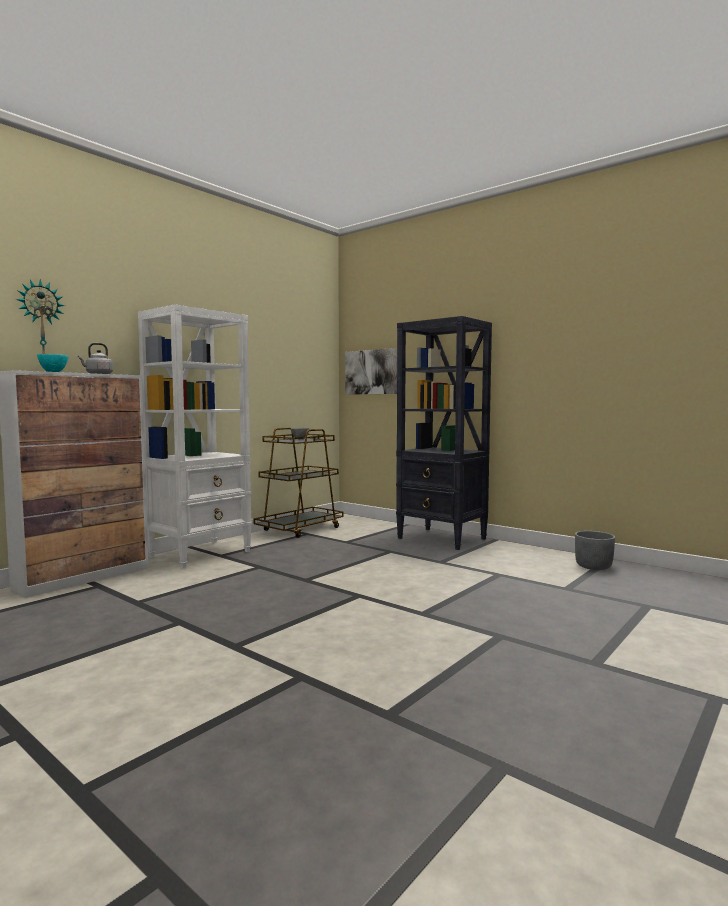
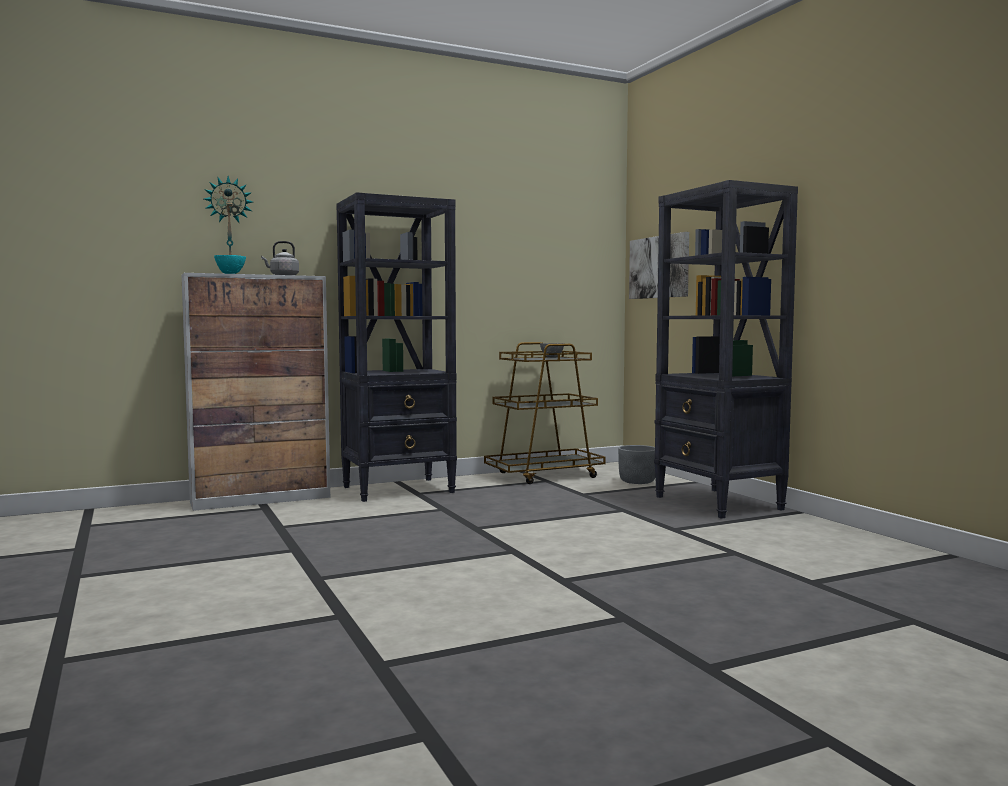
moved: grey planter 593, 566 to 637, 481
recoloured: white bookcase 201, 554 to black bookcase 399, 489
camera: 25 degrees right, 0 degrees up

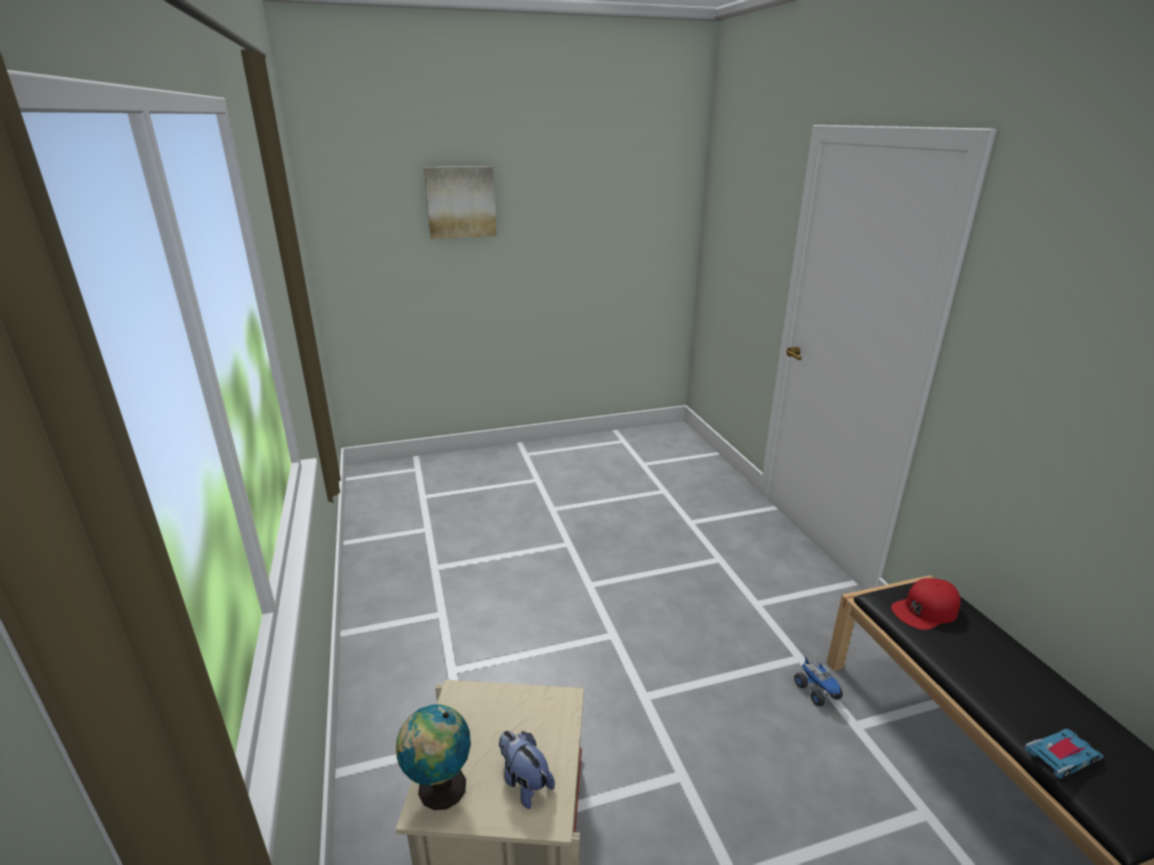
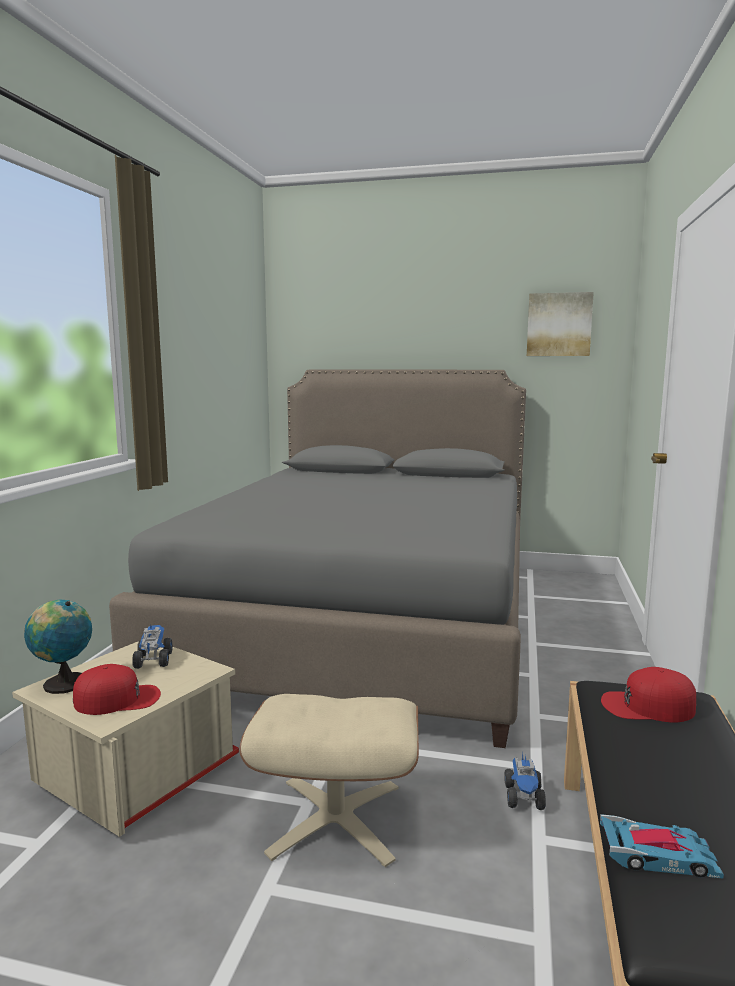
added: grey bed 366, 619; toy truck 153, 660; beige ottoman 335, 819
moved: picture 460, 202 to 559, 324
replaced: plush toy 524, 782 to red cap 118, 699
camera: 30 degrees right, 15 degrees down

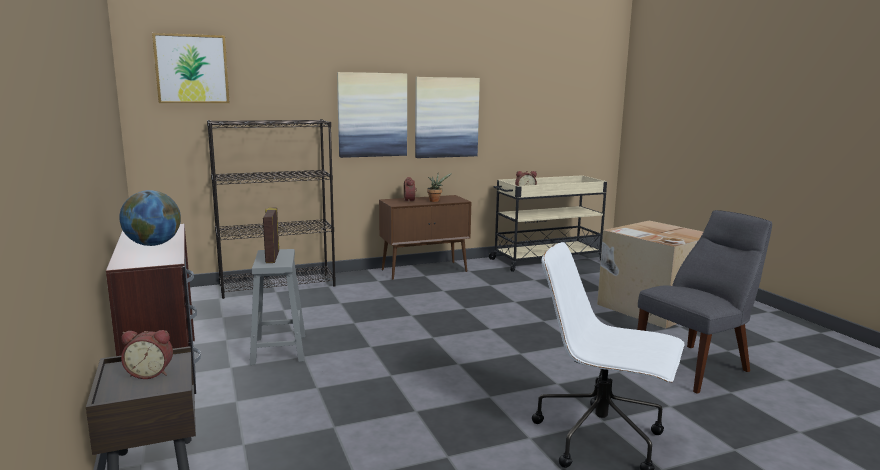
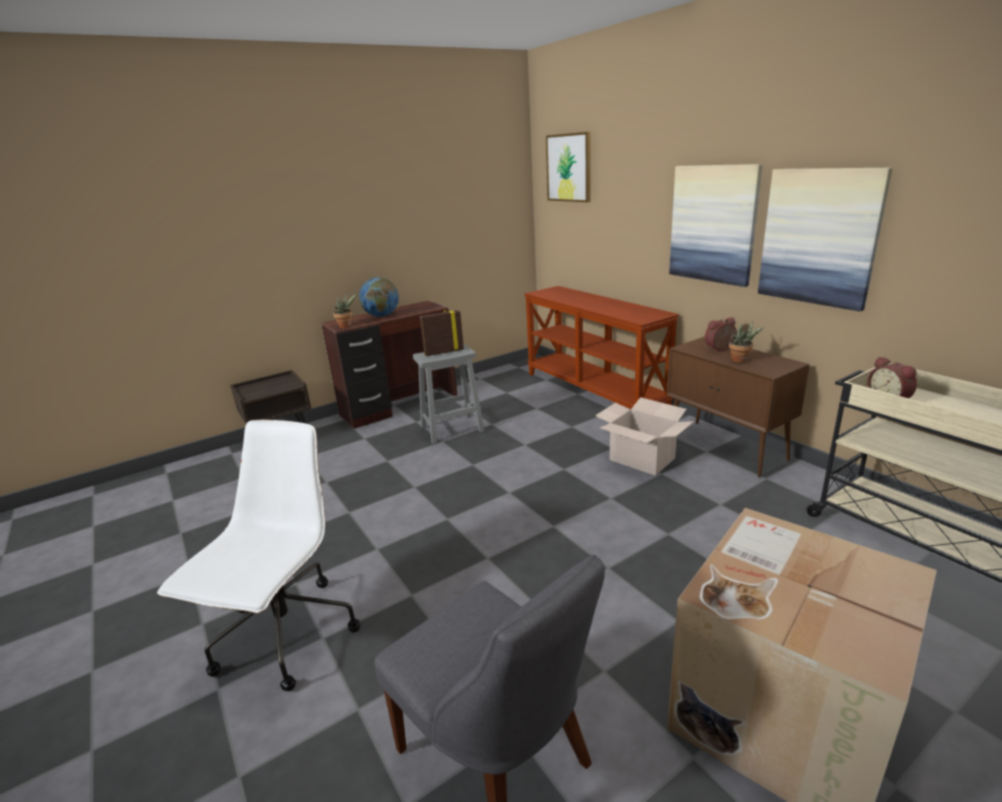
removed: alarm clock 150, 373
added: potted plant 347, 326; cardboard box 642, 459
replaced: black bookcase 278, 285 to brown console table 594, 390
camera: 80 degrees right, 10 degrees up

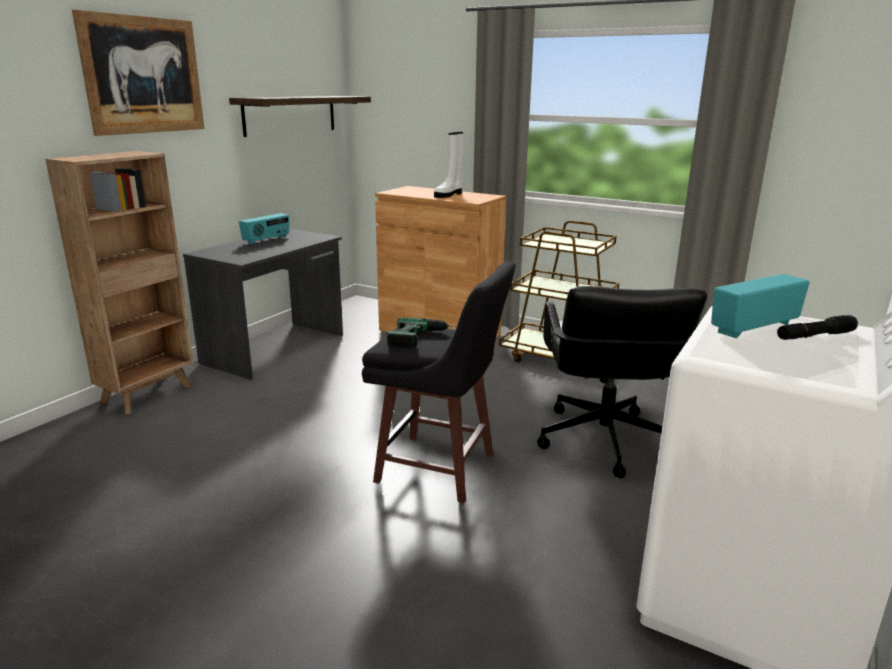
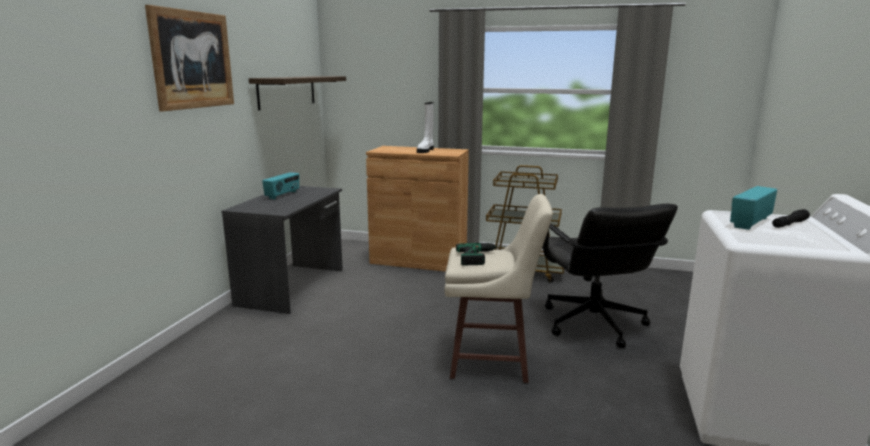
removed: brown bookcase 149, 393
recoloured: black stool 439, 469 to beige stool 492, 361
camera: 15 degrees left, 5 degrees down

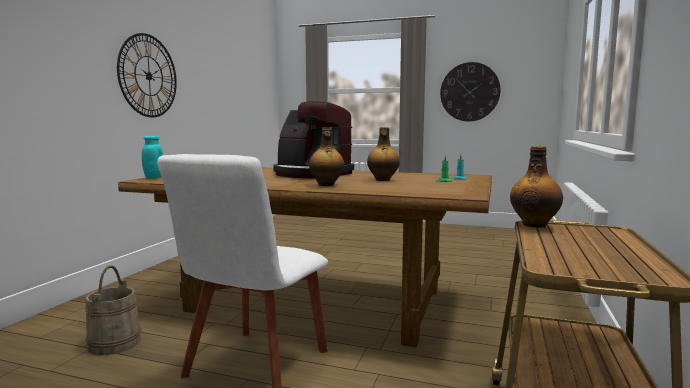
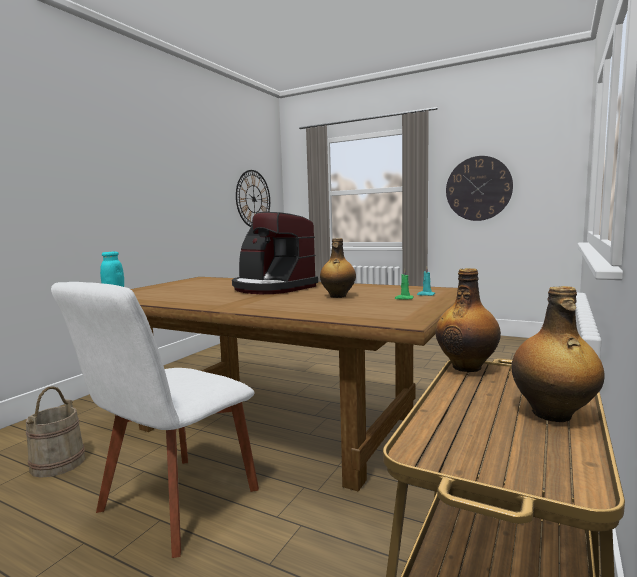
moved: wall clock 148, 76 to 253, 199; bottle 326, 185 to 552, 414
camera: 10 degrees right, 0 degrees up

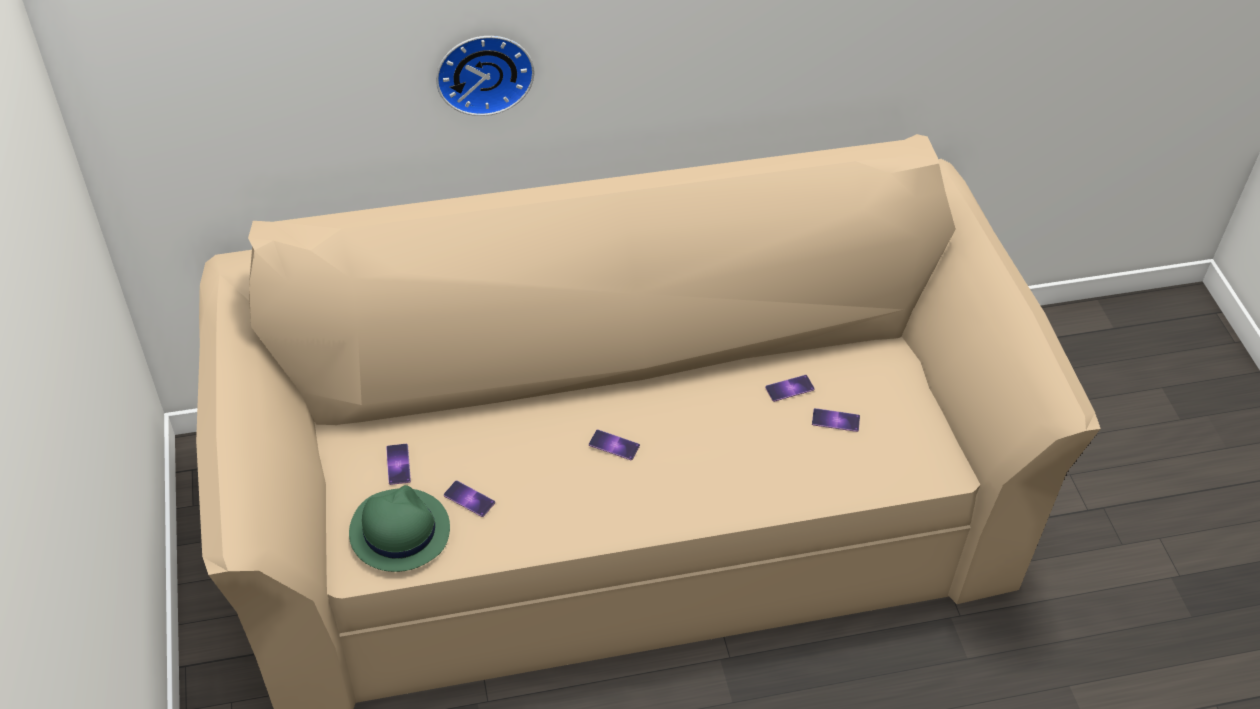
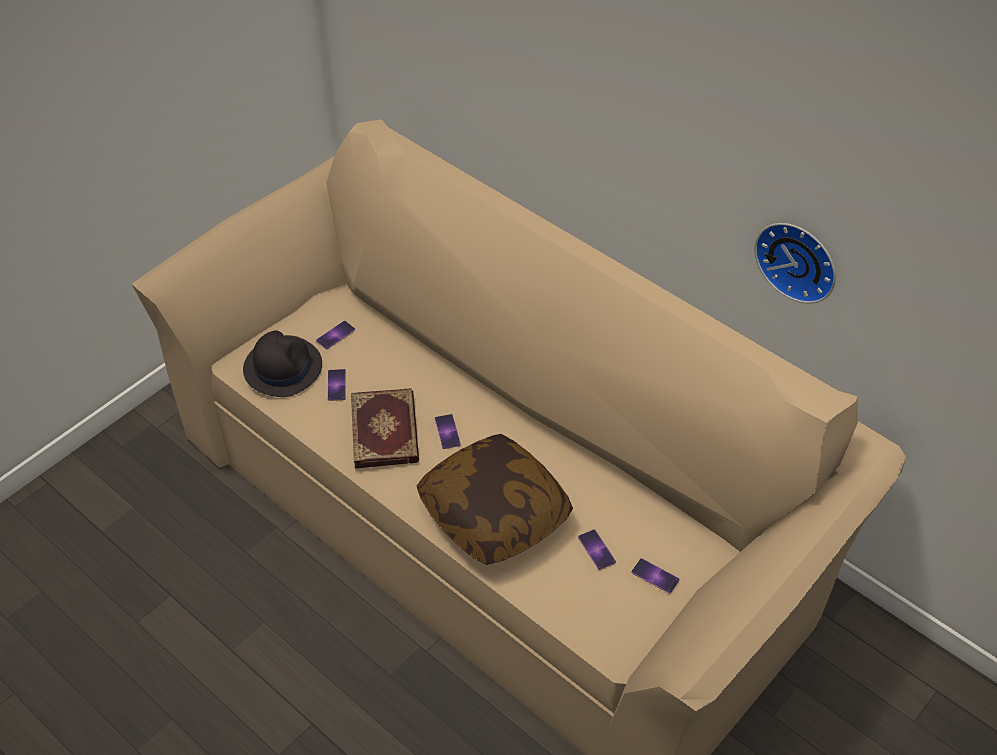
added: book 386, 430; pillow 494, 513
moved: wall clock 484, 71 to 798, 259; phone 789, 388 to 655, 576
recoloured: green hat 398, 530 to black hat 282, 367
camera: 55 degrees right, 0 degrees up

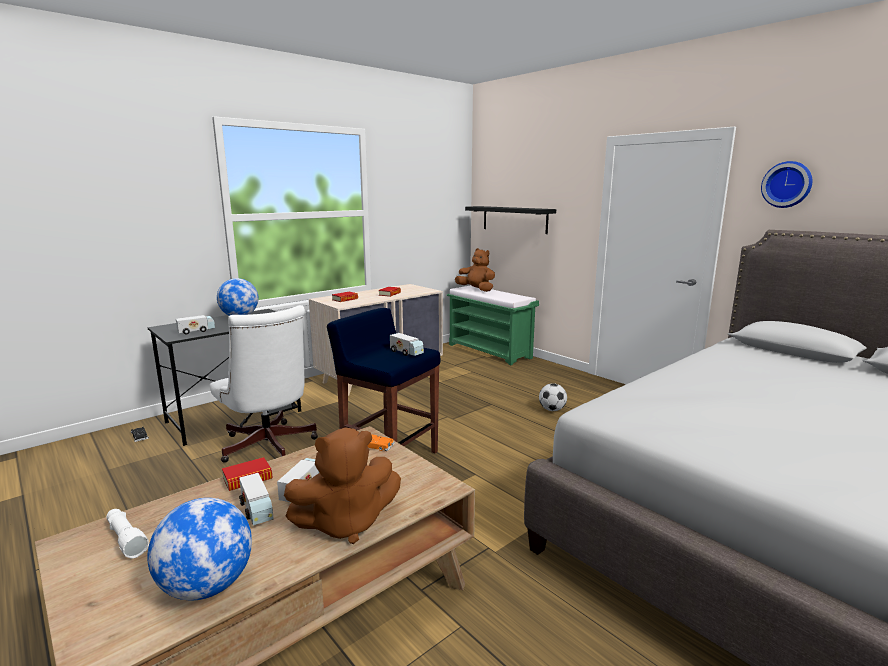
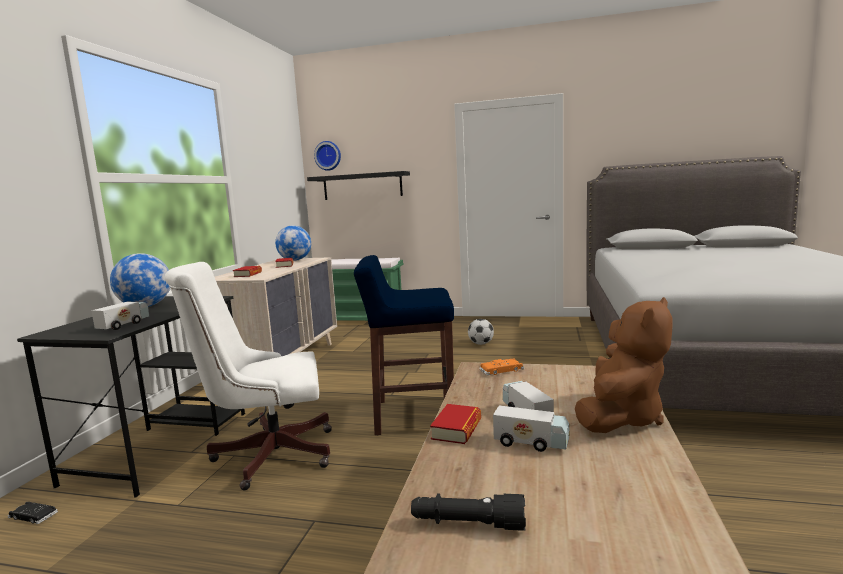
removed: brown plush toy 476, 290; toy truck 406, 353
moved: wall clock 787, 184 to 328, 156; globe 207, 586 to 295, 260
recoloured: white flashlight 125, 539 to black flashlight 468, 524
turned: white office chair 269, 447 = 267, 454 150 degrees clockwise
camera: 35 degrees left, 5 degrees down

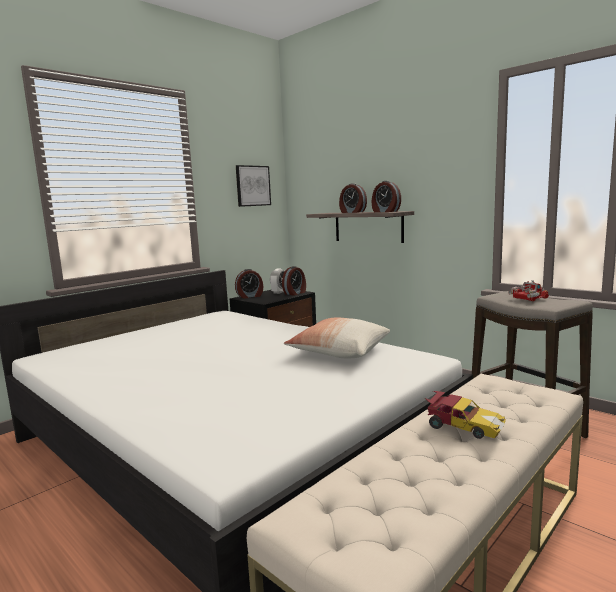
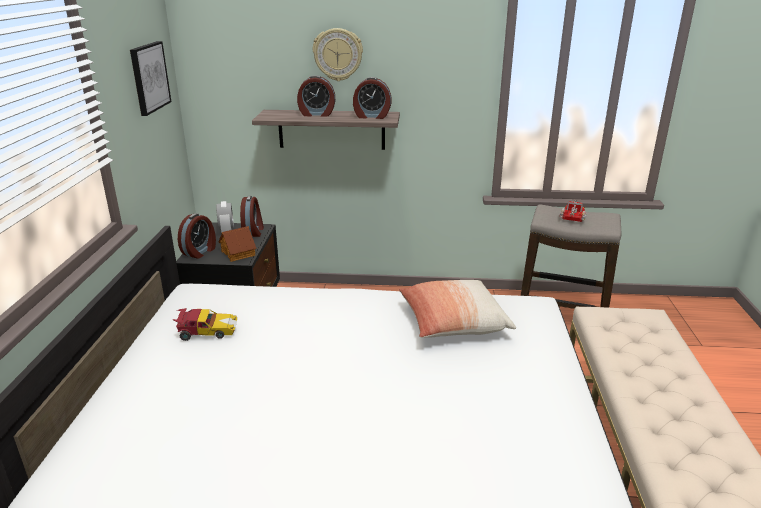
added: wall clock 338, 54; toy house 238, 253
moved: toy car 462, 427 to 206, 332
camera: 40 degrees left, 15 degrees up

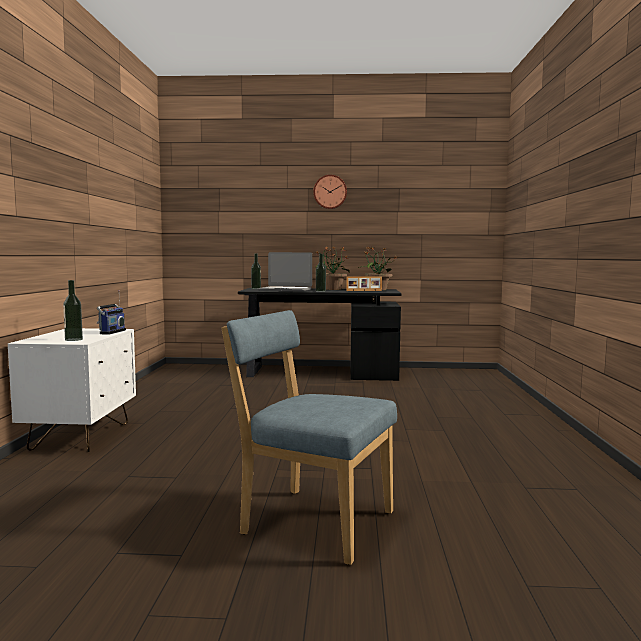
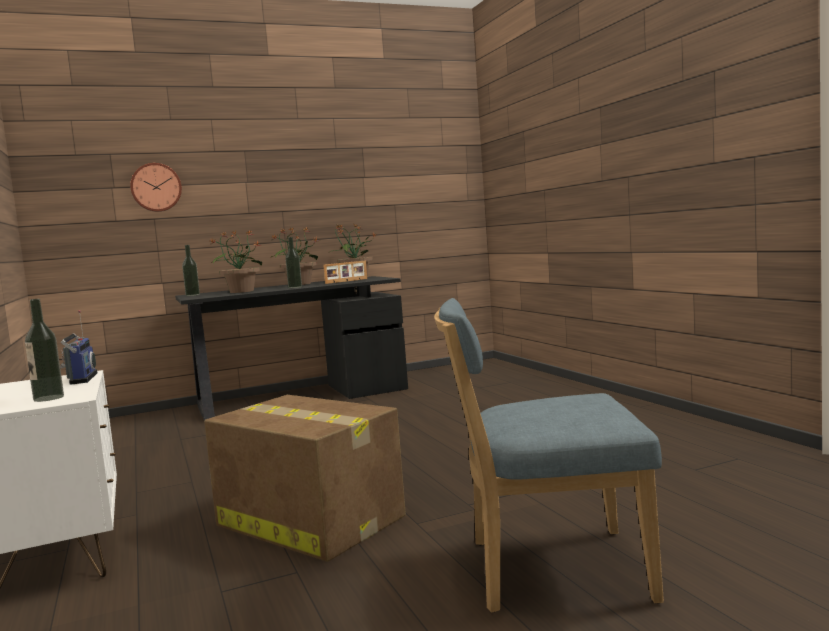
added: cardboard box 308, 520
moved: wall clock 330, 192 to 156, 187
replaced: laptop 285, 290 to potted plant 241, 291
camera: 25 degrees left, 0 degrees up

